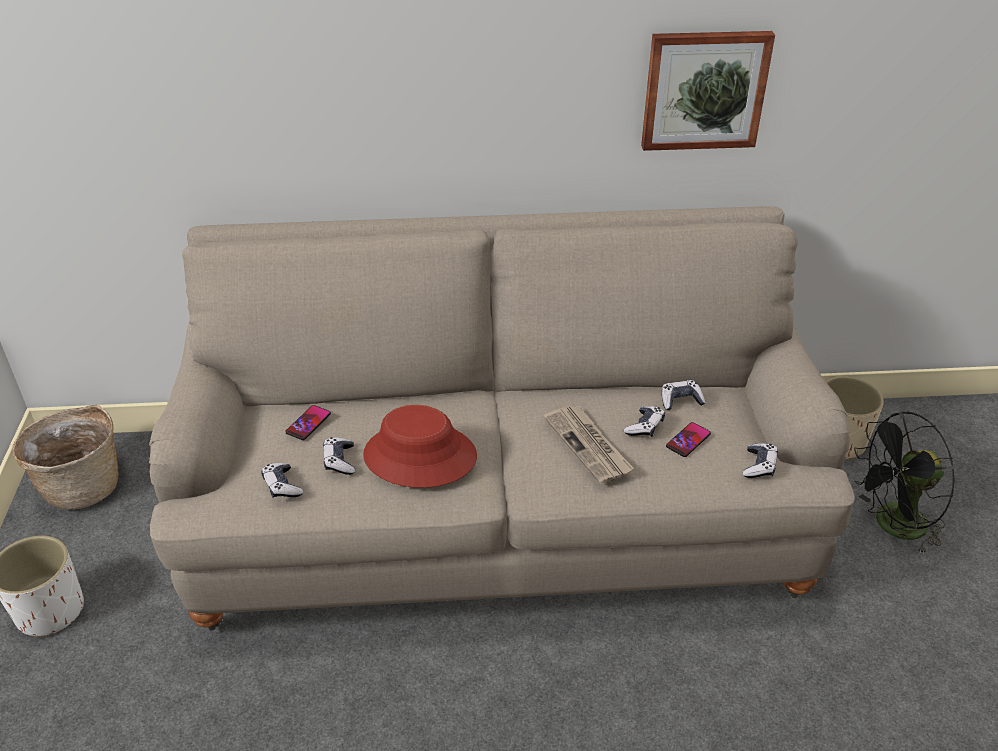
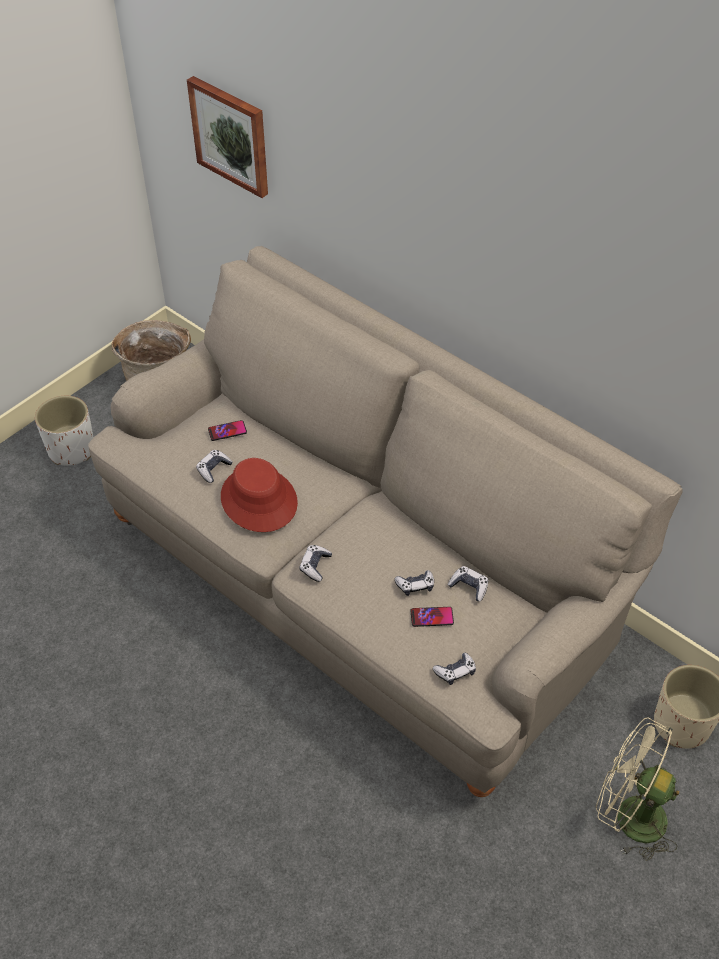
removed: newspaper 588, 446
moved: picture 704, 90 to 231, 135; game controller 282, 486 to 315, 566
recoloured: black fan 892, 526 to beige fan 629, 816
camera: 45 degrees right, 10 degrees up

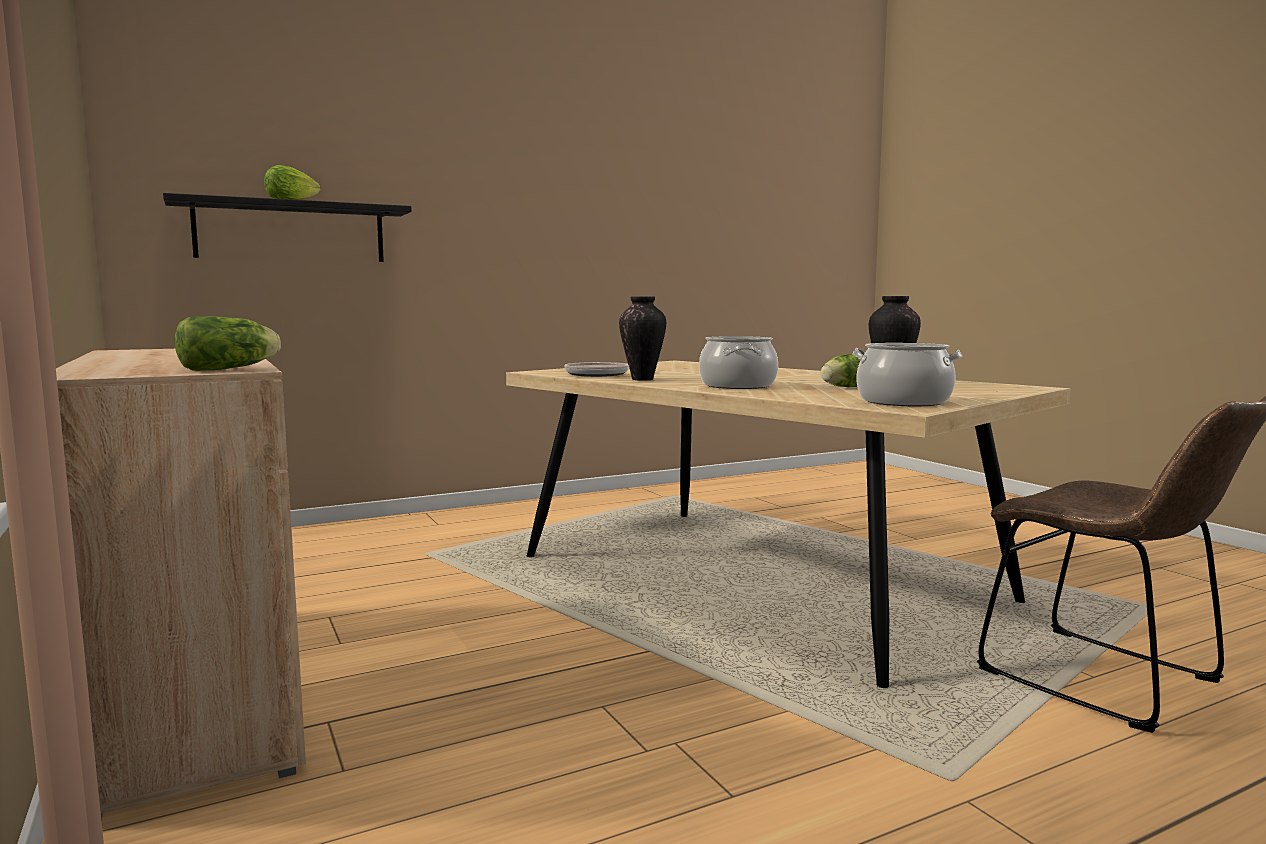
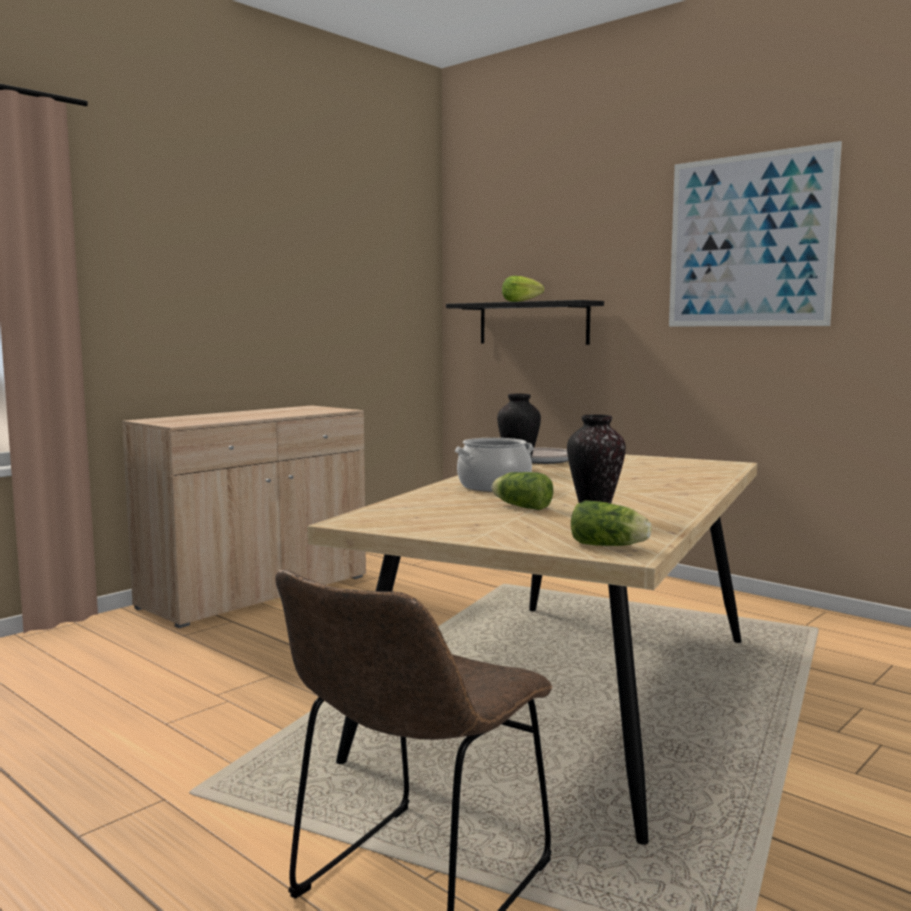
removed: cooking pot 903, 402
added: picture 749, 241
moved: lettuce 232, 368 to 610, 546
camera: 70 degrees right, 0 degrees up

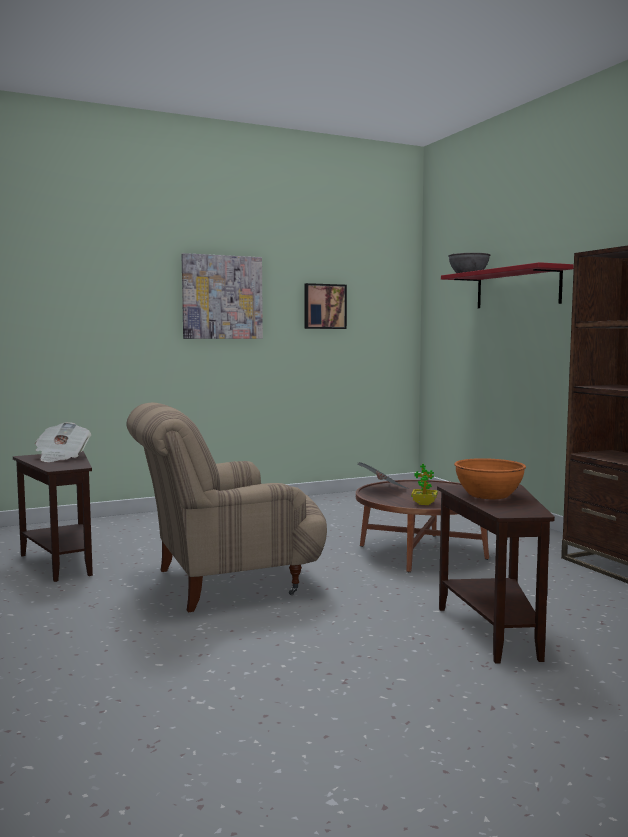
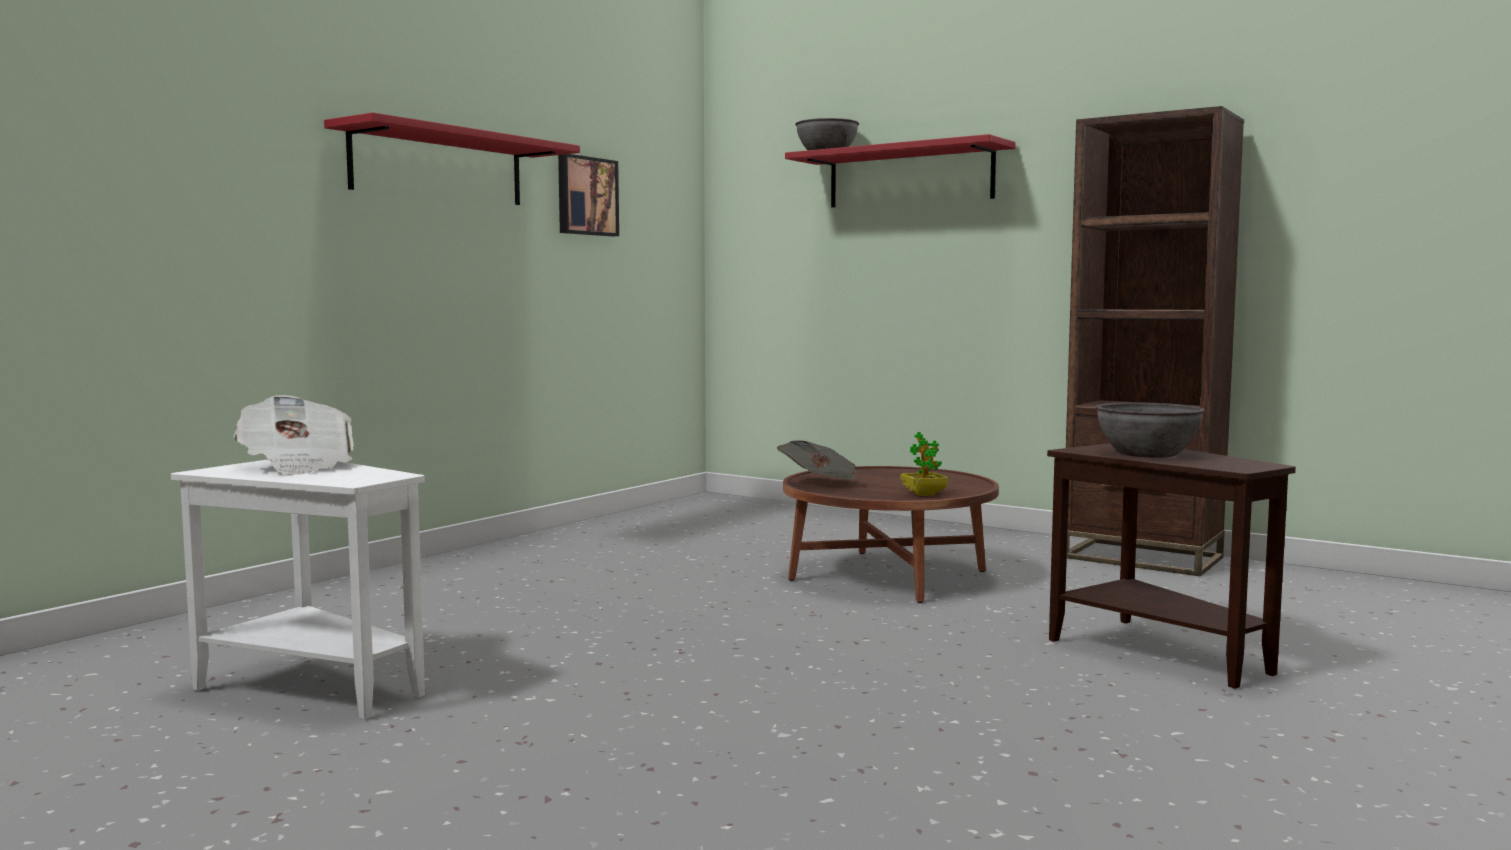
removed: beige armchair 226, 582
replaced: picture 222, 297 to red shelf 439, 167
recoloured: brown side table 61, 562 to white side table 312, 686; orange bowl 488, 495 to grey bowl 1147, 453
camera: 30 degrees left, 0 degrees up

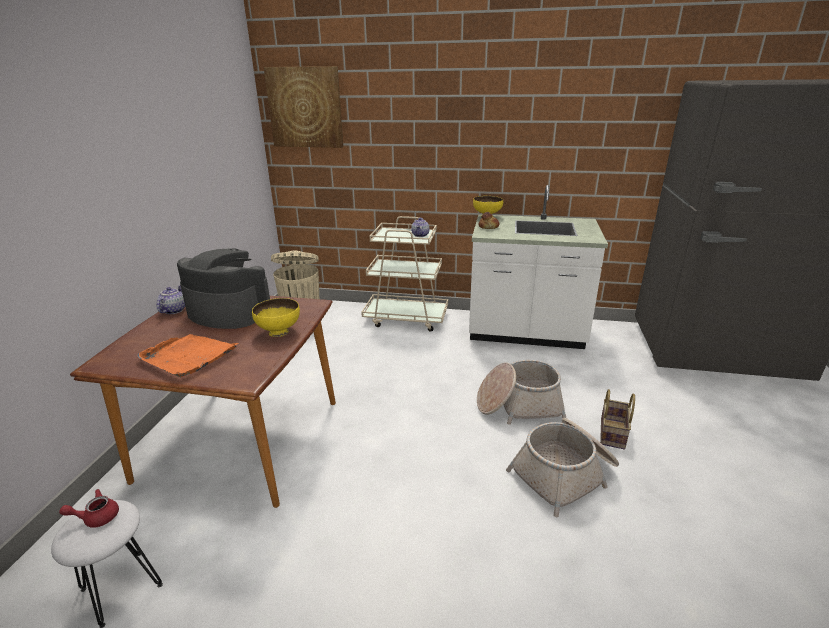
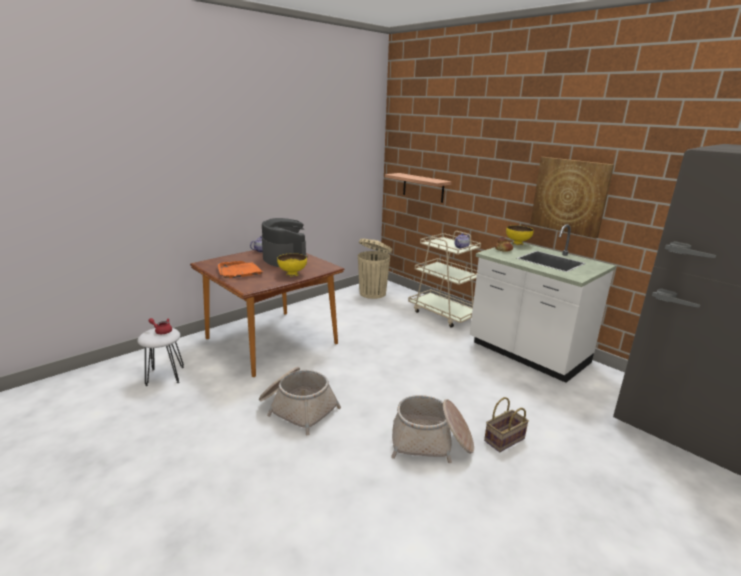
added: shelf 423, 187
moved: picture 305, 107 to 569, 196; basket 518, 405 to 297, 408
camera: 35 degrees right, 5 degrees down

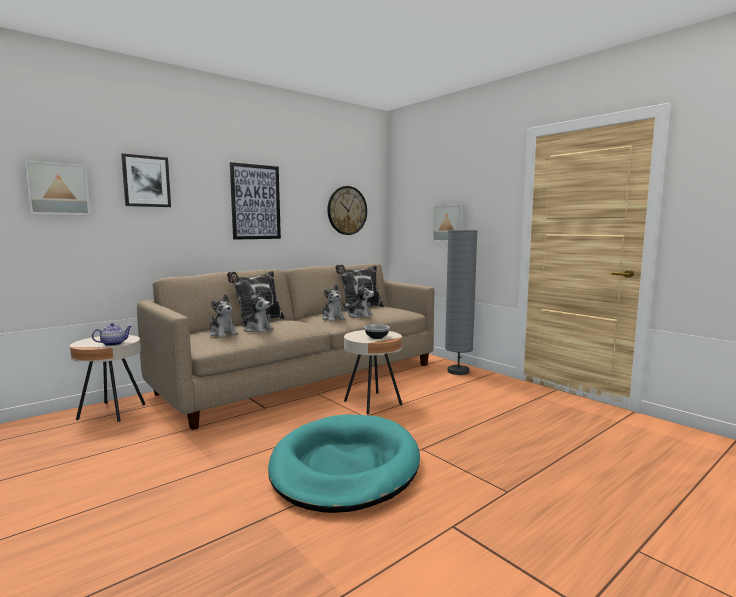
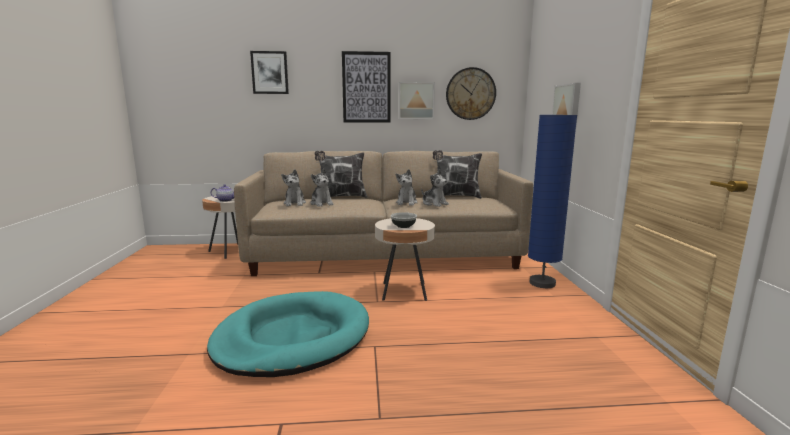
moved: picture 58, 189 to 416, 100
recoloured: grey floor lamp 458, 371 to blue floor lamp 542, 283
camera: 35 degrees right, 5 degrees up

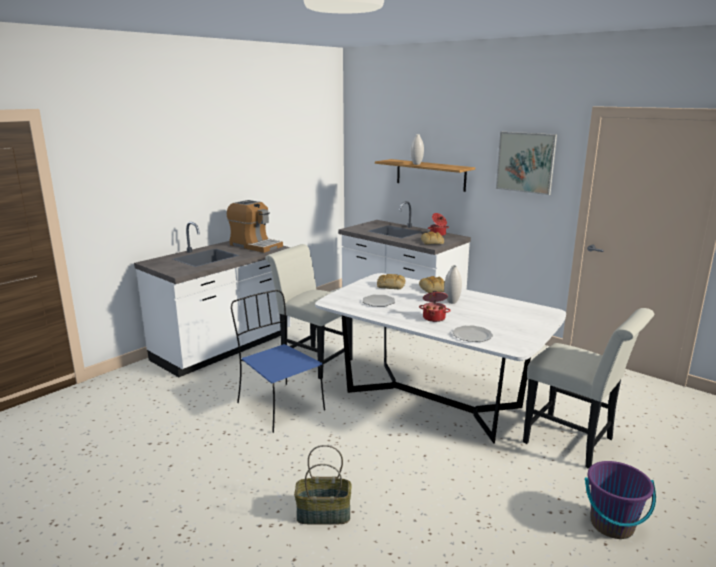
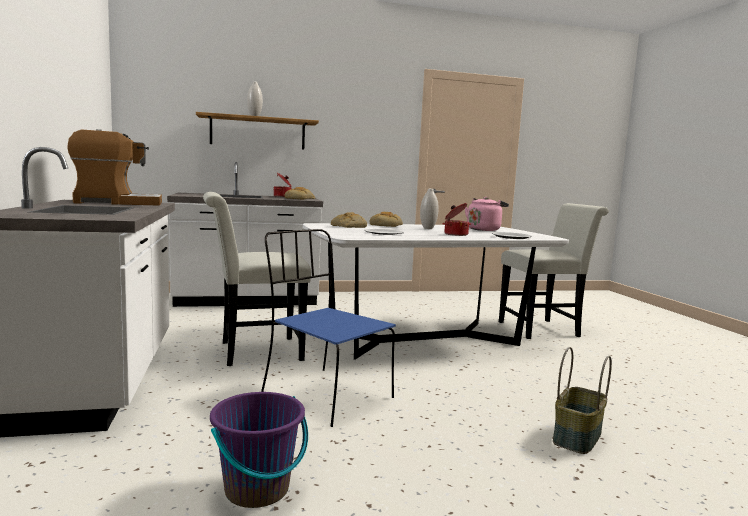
removed: picture 525, 162
added: pink kettle 484, 229
moved: purple bucket 612, 525 to 257, 490
turned: blue chair 279, 406 = 324, 394 45 degrees clockwise
camera: 55 degrees left, 10 degrees down

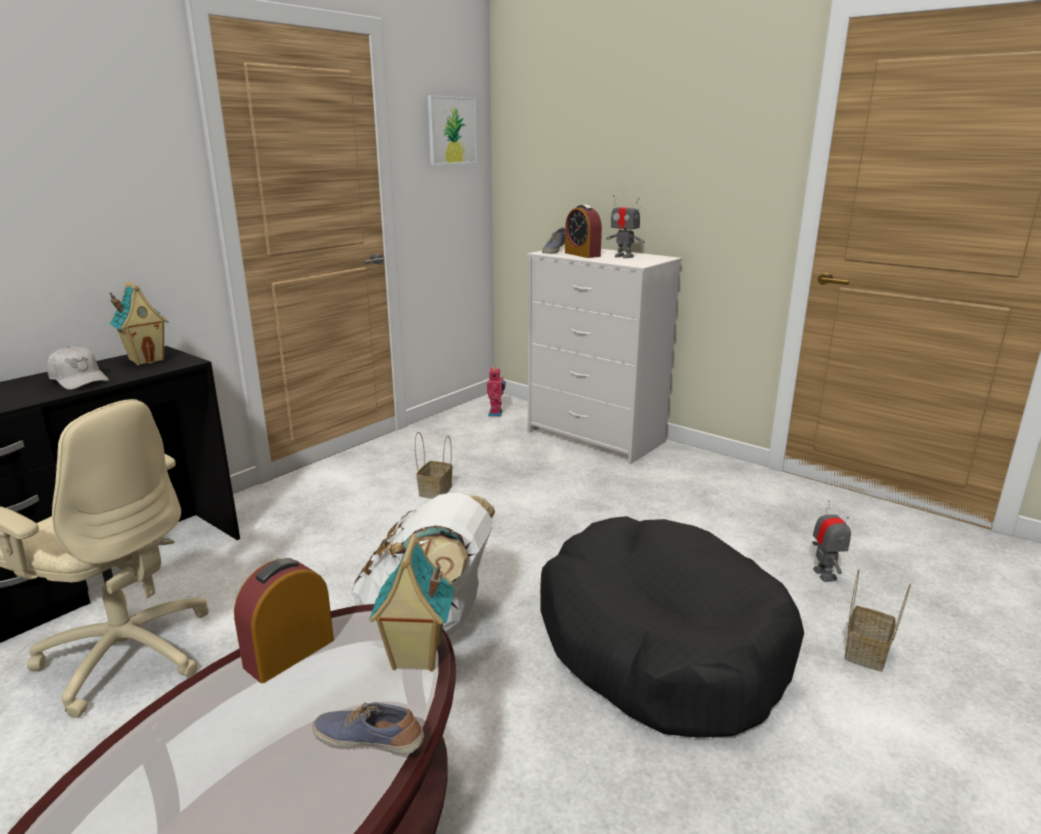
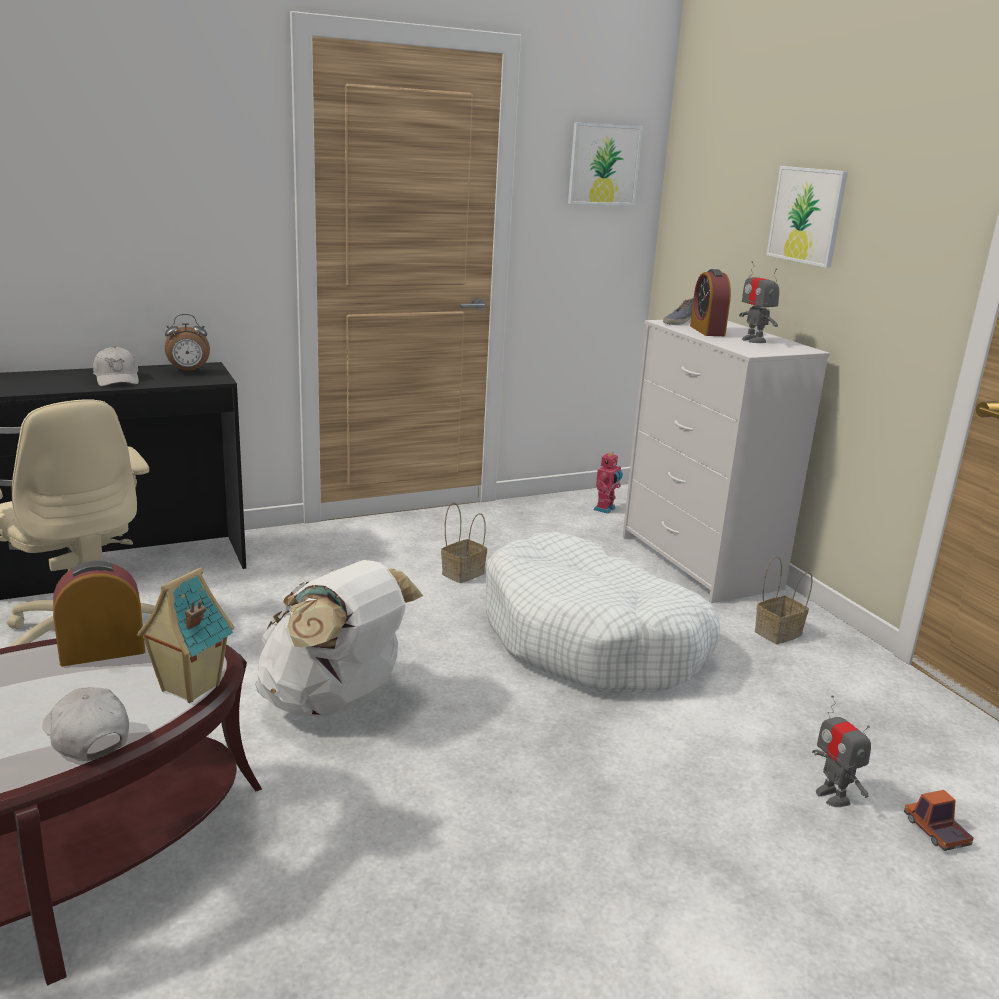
removed: black dog bed 660, 645
added: picture 807, 215; white dog bed 592, 640; toy truck 935, 832
moved: basket 867, 654 to 777, 634
replaced: toy house 147, 360 to alarm clock 188, 371; shoe 369, 741 to white cap 86, 735
turned: toy robot 824, 574 = 832, 796 135 degrees clockwise
camera: 25 degrees right, 0 degrees up

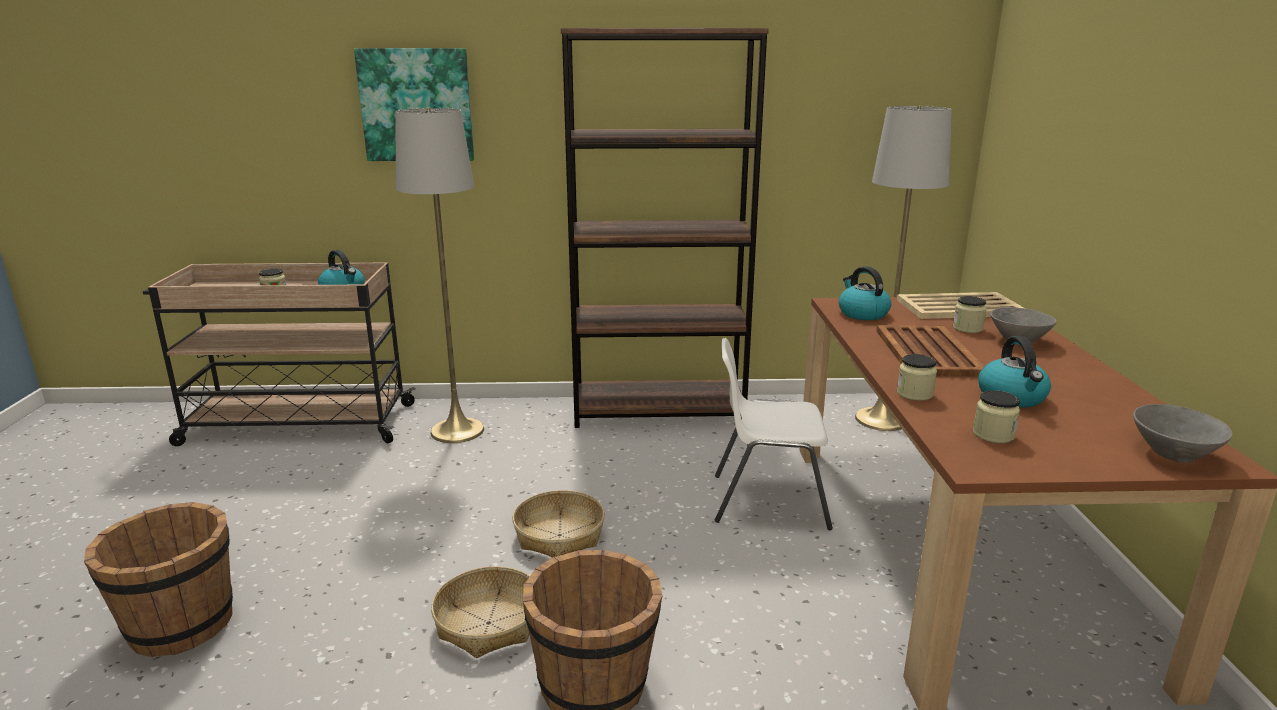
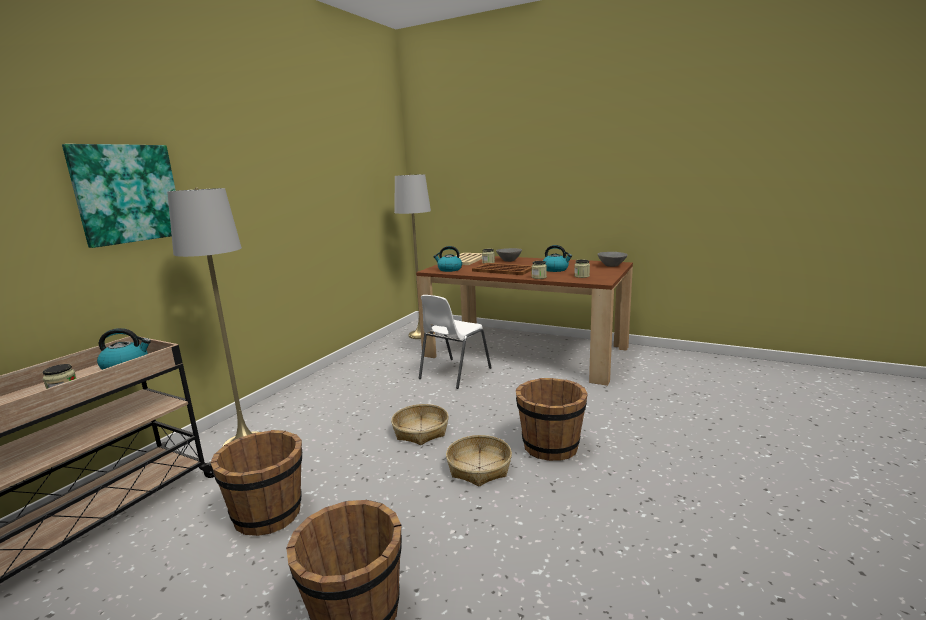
removed: brown bookcase 659, 411
added: brown bucket 269, 513
camera: 60 degrees left, 5 degrees down

